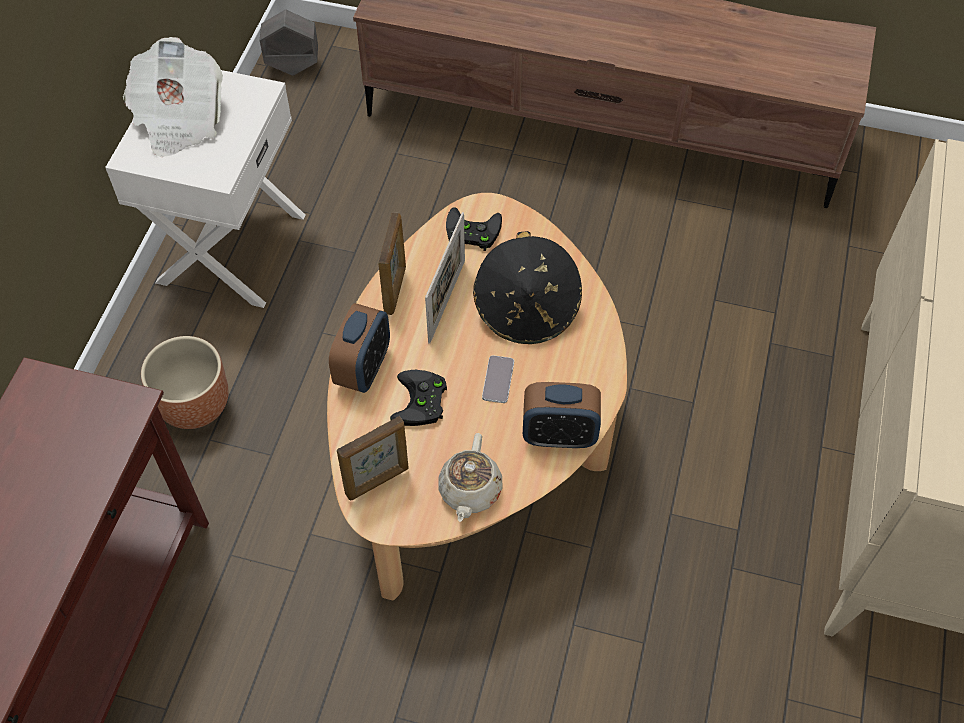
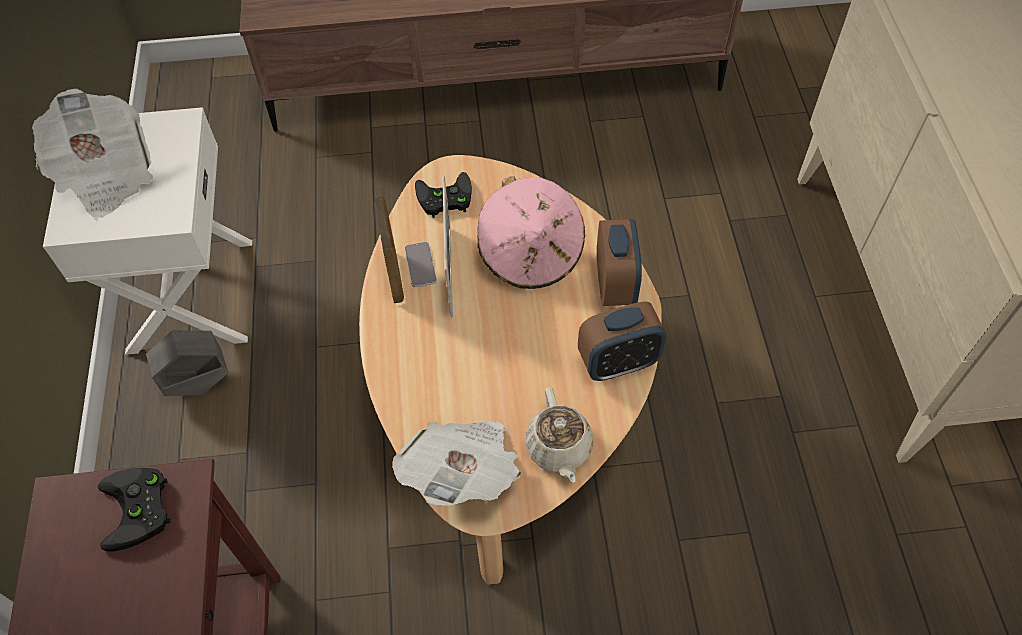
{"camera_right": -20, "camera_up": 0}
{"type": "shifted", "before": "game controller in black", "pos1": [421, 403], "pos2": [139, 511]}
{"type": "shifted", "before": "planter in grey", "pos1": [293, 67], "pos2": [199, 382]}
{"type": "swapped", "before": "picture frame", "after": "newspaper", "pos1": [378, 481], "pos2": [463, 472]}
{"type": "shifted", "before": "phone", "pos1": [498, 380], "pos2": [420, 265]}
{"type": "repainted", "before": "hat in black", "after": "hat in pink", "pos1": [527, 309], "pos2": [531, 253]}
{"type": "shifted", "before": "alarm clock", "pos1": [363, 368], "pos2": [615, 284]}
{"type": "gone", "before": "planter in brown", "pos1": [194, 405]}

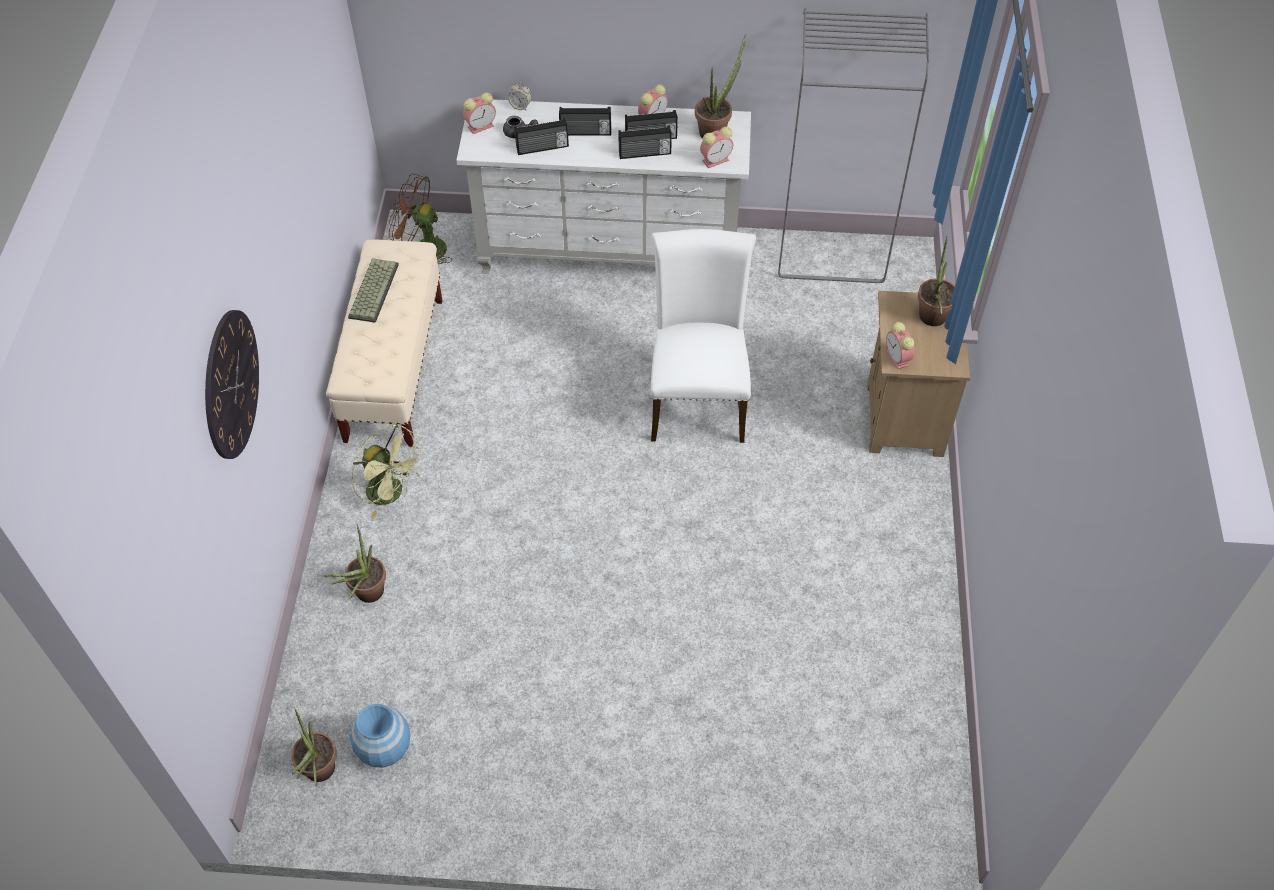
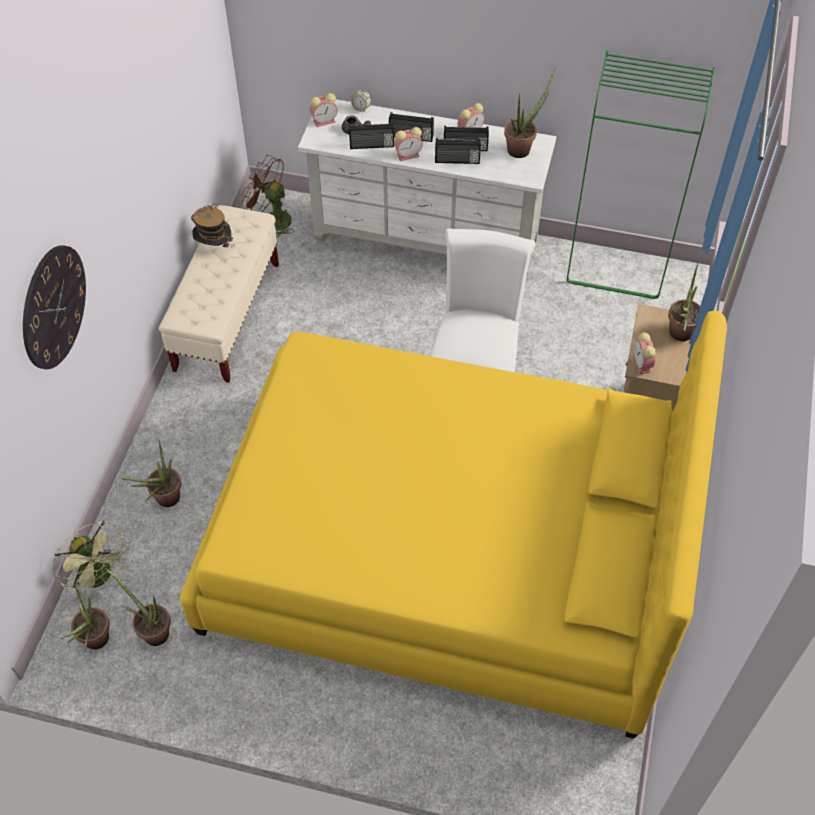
{"camera_right": 10, "camera_up": 0}
{"type": "shifted", "before": "fan in green", "pos1": [392, 494], "pos2": [100, 577]}
{"type": "swapped", "before": "vase in blue", "after": "potted plant", "pos1": [384, 749], "pos2": [152, 631]}
{"type": "new", "after": "bed in yellow", "pos2": [446, 551]}
{"type": "swapped", "before": "keyboard", "after": "hat", "pos1": [372, 290], "pos2": [214, 247]}
{"type": "shifted", "before": "alarm clock", "pos1": [716, 160], "pos2": [409, 155]}
{"type": "repainted", "before": "clothes rack in grey", "after": "clothes rack in green", "pos1": [831, 258], "pos2": [616, 272]}

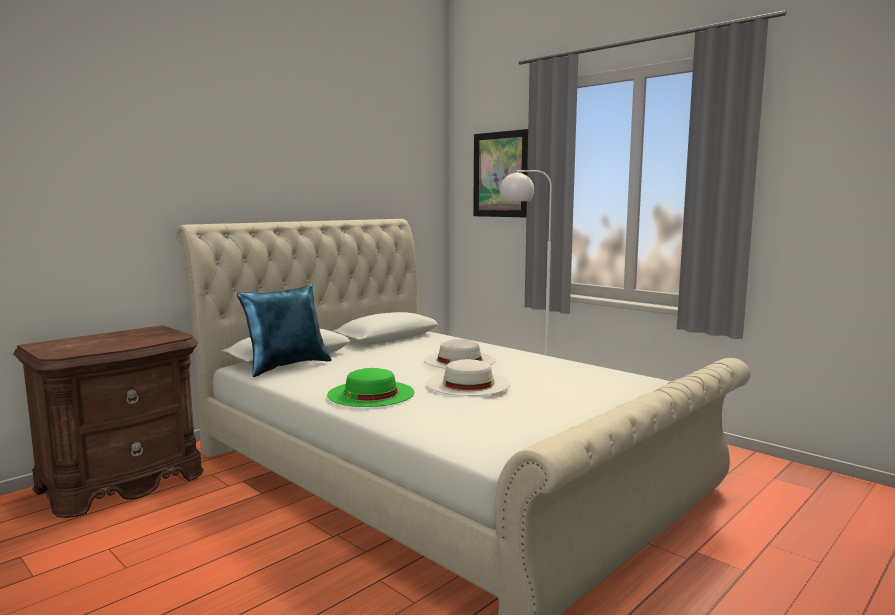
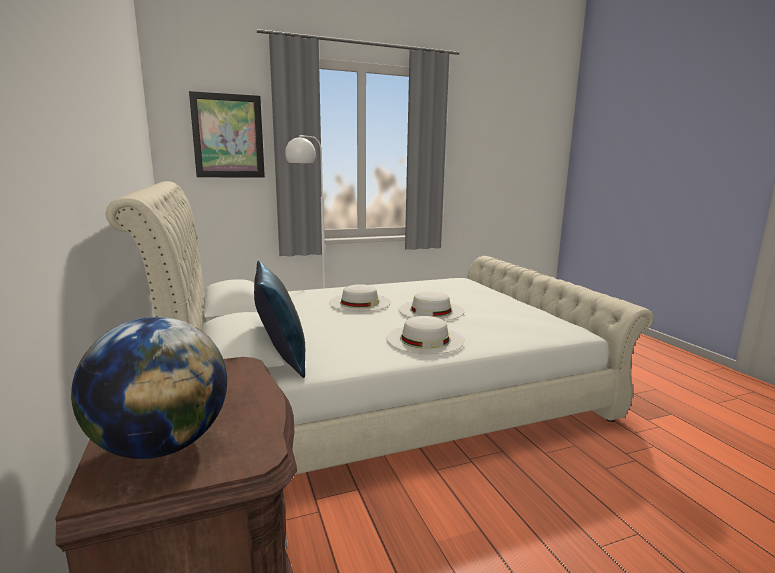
{"camera_right": -65, "camera_up": 5}
{"type": "new", "after": "globe", "pos2": [161, 446]}
{"type": "repainted", "before": "hat in green", "after": "hat in white", "pos1": [371, 393], "pos2": [425, 339]}

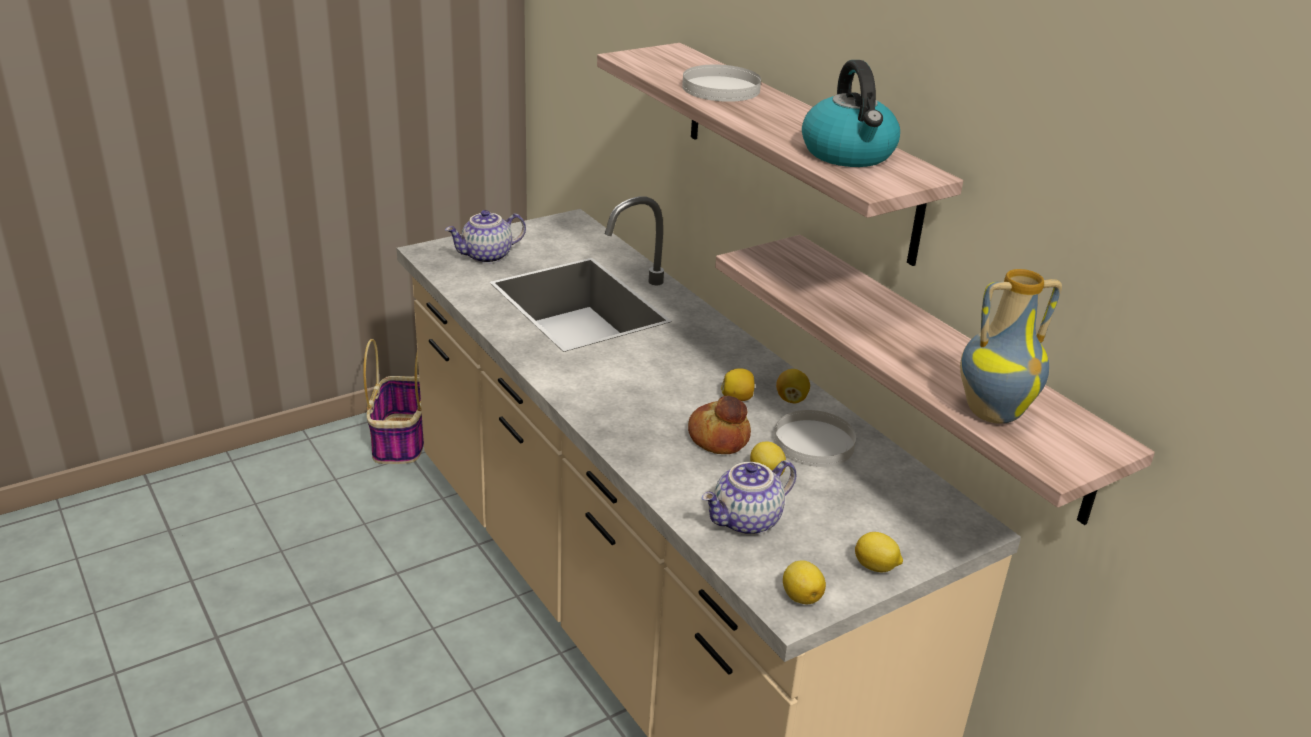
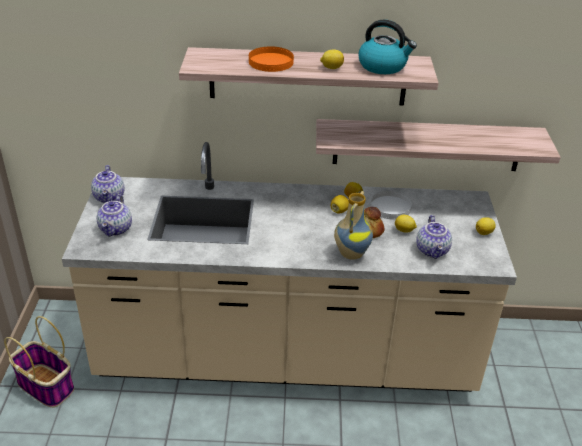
{"camera_right": -55, "camera_up": 5}
{"type": "new", "after": "teapot", "pos2": [110, 198]}
{"type": "repainted", "before": "plate in white", "after": "plate in orange", "pos1": [721, 88], "pos2": [271, 62]}
{"type": "shifted", "before": "lemon", "pos1": [801, 596], "pos2": [331, 68]}
{"type": "shifted", "before": "vase", "pos1": [992, 411], "pos2": [350, 253]}

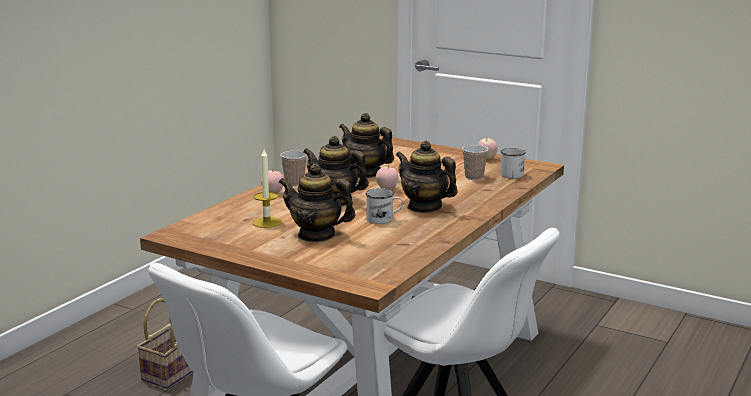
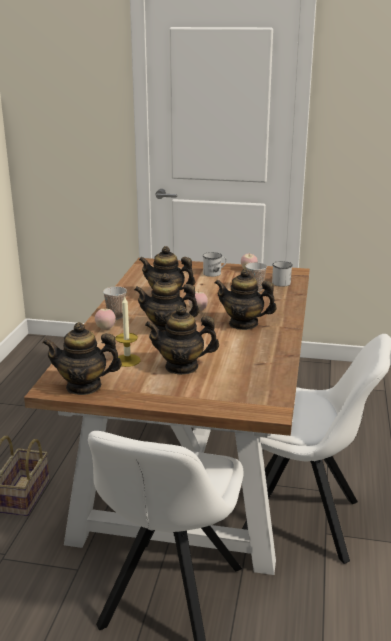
{"camera_right": -20, "camera_up": 5}
{"type": "new", "after": "teapot", "pos2": [84, 386]}
{"type": "shifted", "before": "mug in white", "pos1": [384, 219], "pos2": [214, 273]}

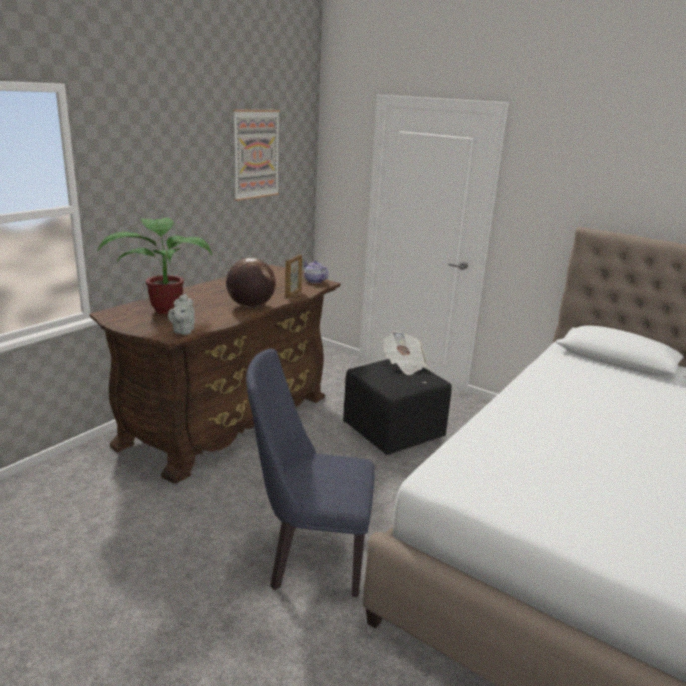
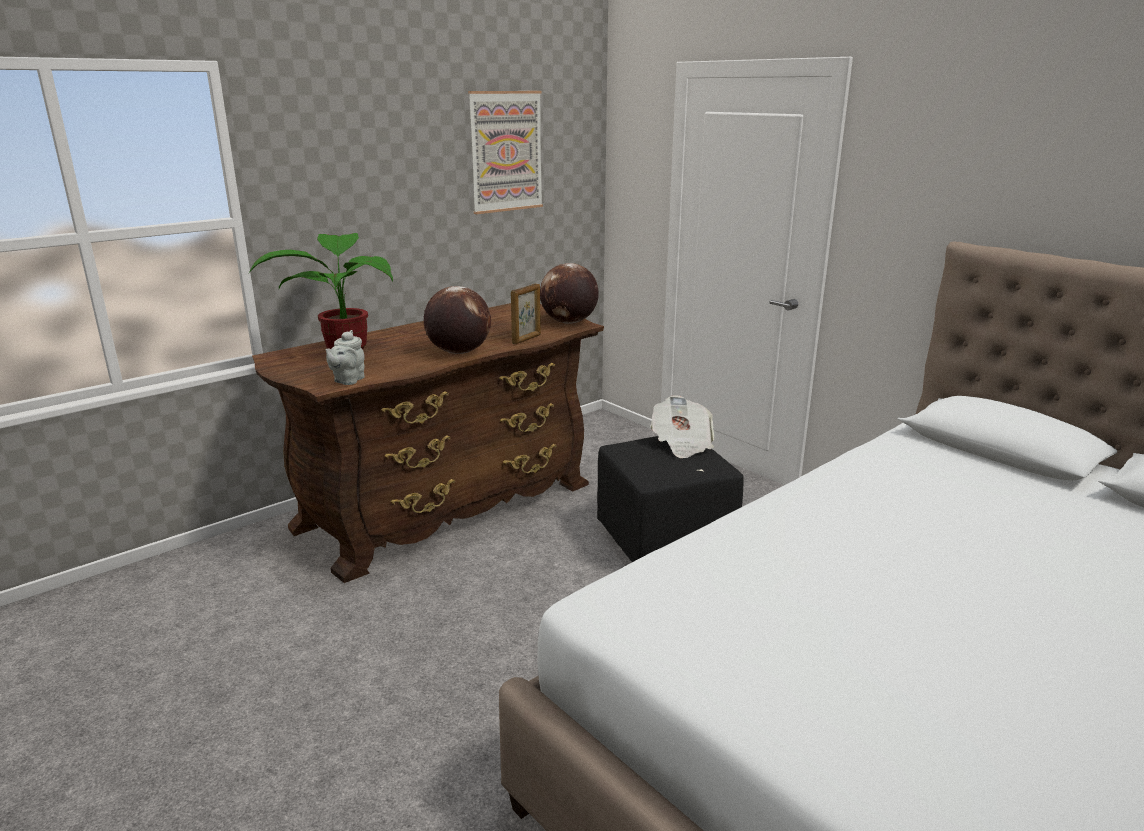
{"camera_right": 15, "camera_up": 0}
{"type": "swapped", "before": "teapot", "after": "globe", "pos1": [314, 281], "pos2": [568, 322]}
{"type": "gone", "before": "chair in blue", "pos1": [309, 559]}

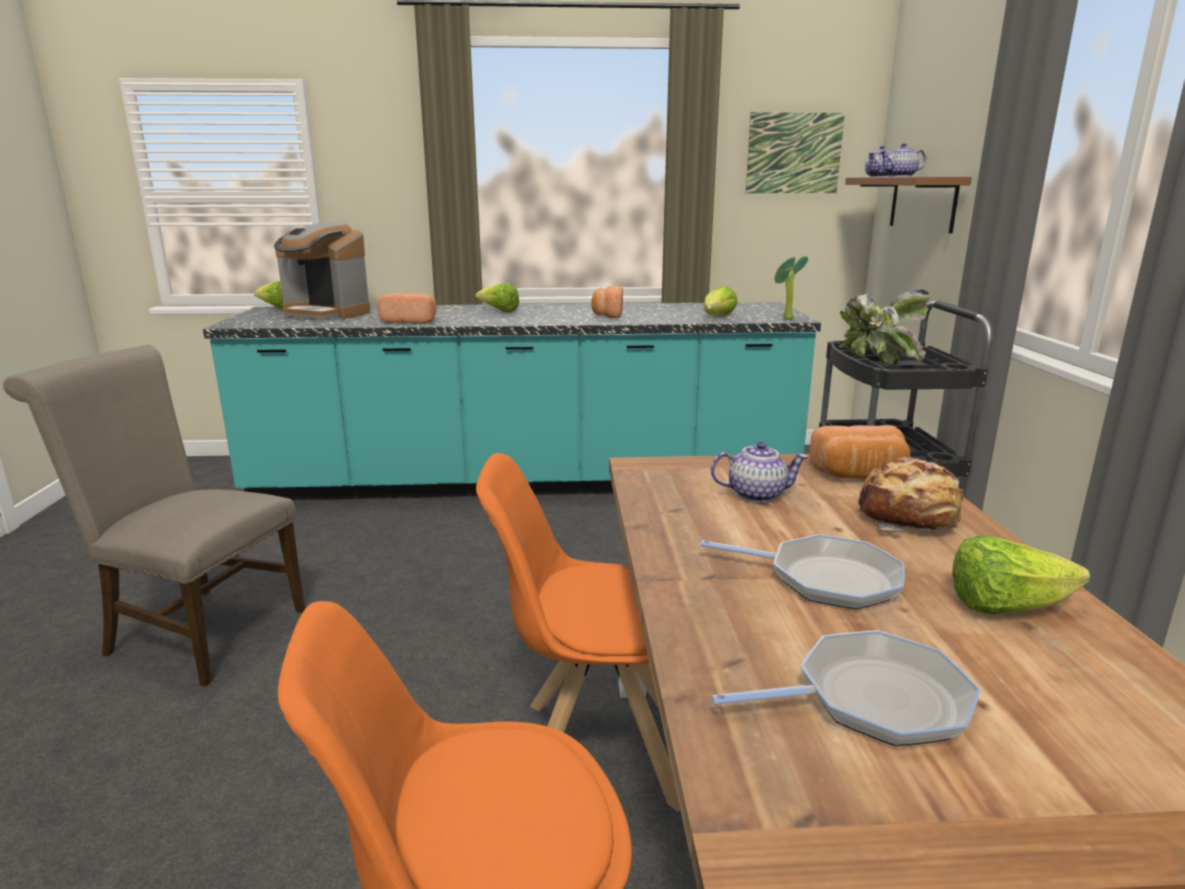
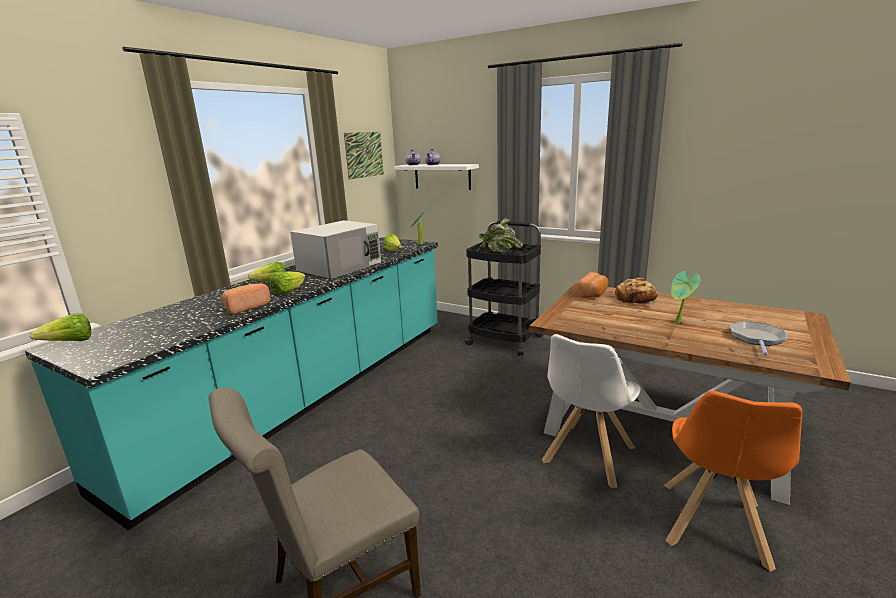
{"camera_right": -55, "camera_up": 0}
{"type": "shifted", "before": "lettuce", "pos1": [1005, 607], "pos2": [288, 291]}
{"type": "swapped", "before": "bread", "after": "microwave in white", "pos1": [607, 315], "pos2": [340, 266]}
{"type": "repainted", "before": "shelf in brown", "after": "shelf in white", "pos1": [922, 203], "pos2": [442, 176]}
{"type": "repainted", "before": "chair in orange", "after": "chair in white", "pos1": [591, 752], "pos2": [587, 457]}
{"type": "swapped", "before": "frying pan", "after": "potted plant", "pos1": [826, 579], "pos2": [679, 323]}
{"type": "gone", "before": "coffee machine", "pos1": [326, 313]}
{"type": "gone", "before": "teapot", "pos1": [757, 494]}

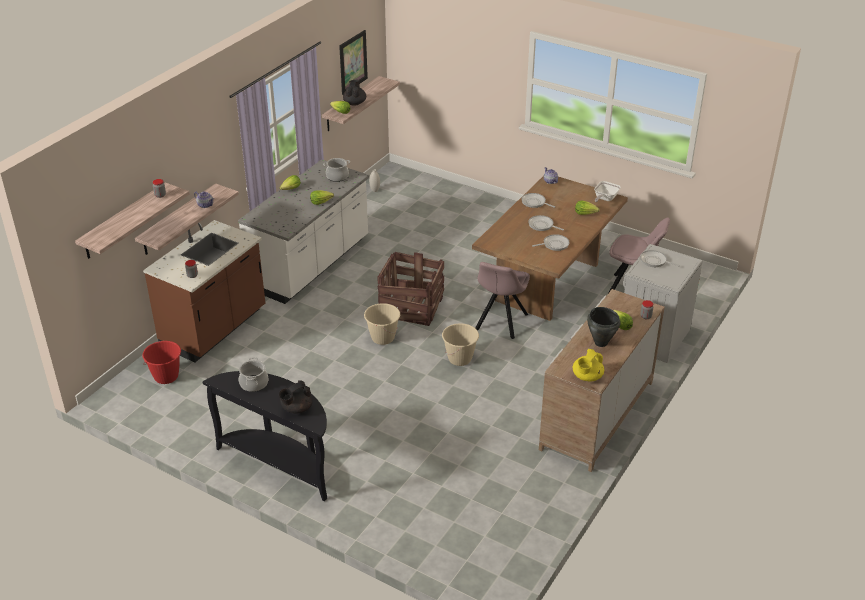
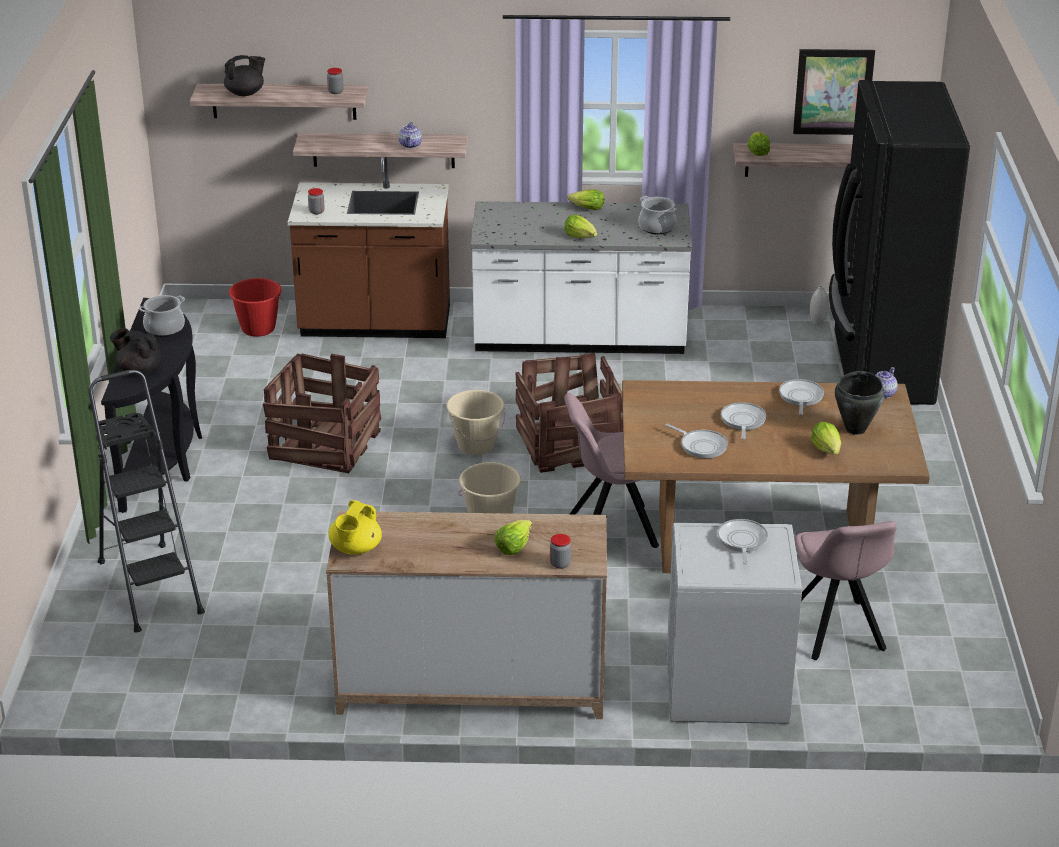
{"camera_right": 60, "camera_up": -5}
{"type": "new", "after": "step ladder", "pos2": [149, 585]}
{"type": "shifted", "before": "teapot in black", "pos1": [355, 103], "pos2": [245, 93]}
{"type": "new", "after": "crate", "pos2": [326, 443]}
{"type": "rotated", "before": "teapot in yellow", "pos1": [587, 377], "pos2": [355, 549], "turn": -75}
{"type": "new", "after": "fridge in black", "pos2": [876, 366]}
{"type": "shifted", "before": "cooking pot in black", "pos1": [601, 342], "pos2": [856, 429]}
{"type": "gone", "before": "frying pan", "pos1": [604, 199]}

